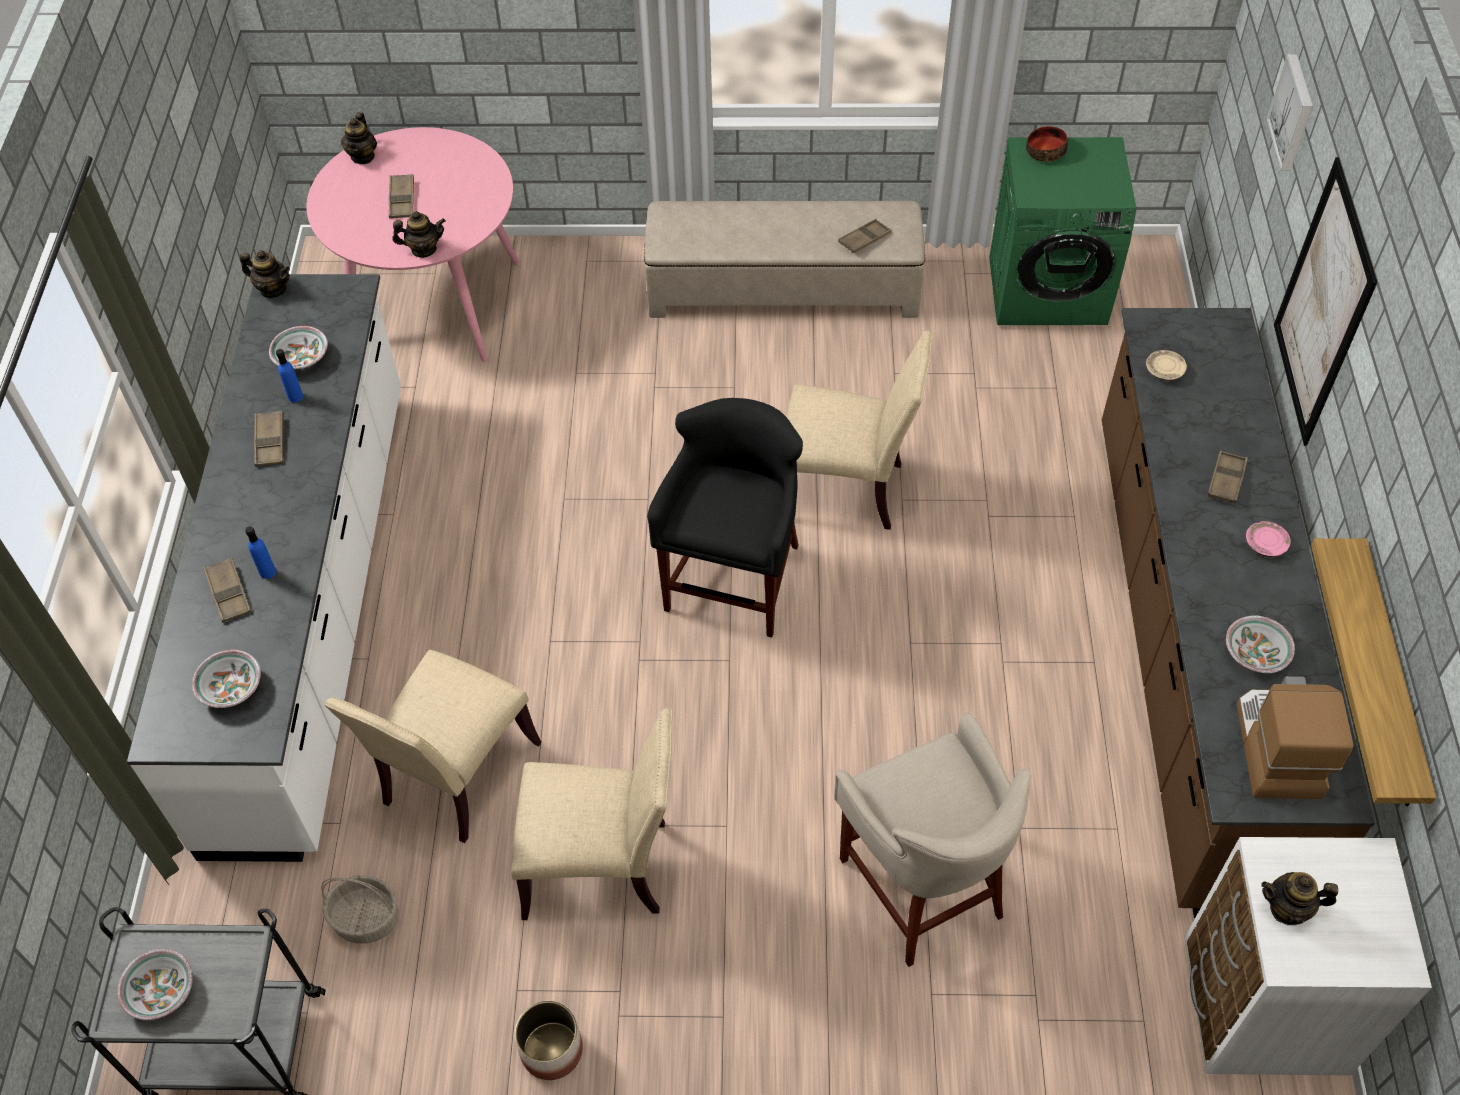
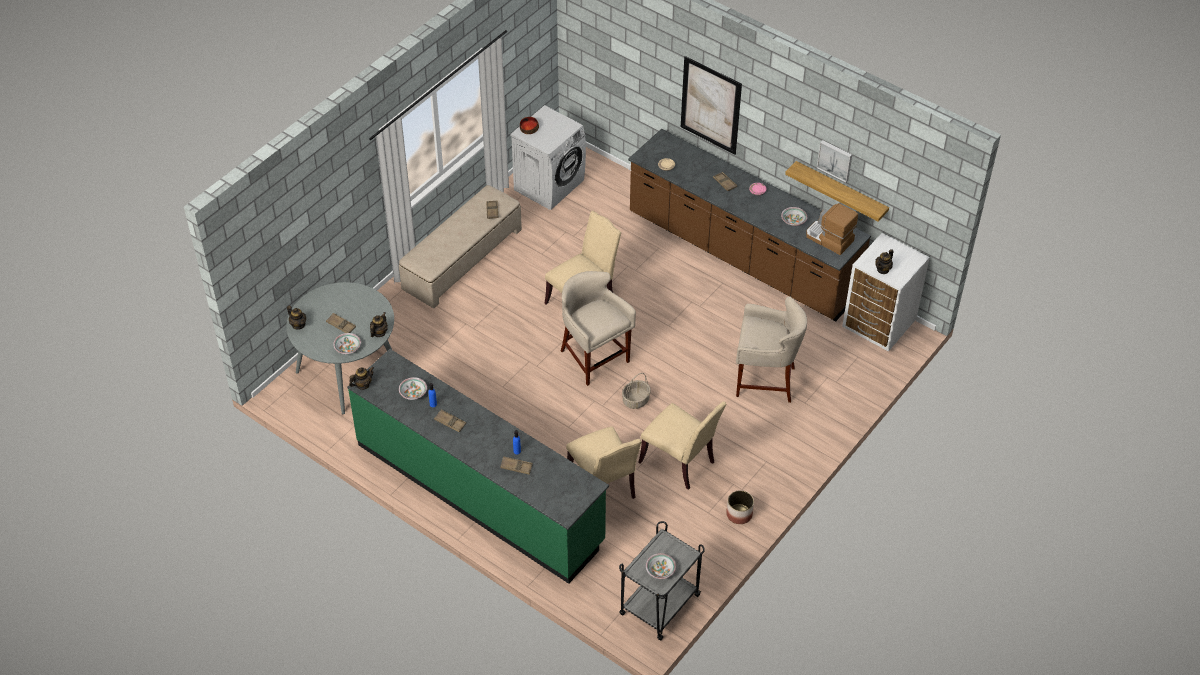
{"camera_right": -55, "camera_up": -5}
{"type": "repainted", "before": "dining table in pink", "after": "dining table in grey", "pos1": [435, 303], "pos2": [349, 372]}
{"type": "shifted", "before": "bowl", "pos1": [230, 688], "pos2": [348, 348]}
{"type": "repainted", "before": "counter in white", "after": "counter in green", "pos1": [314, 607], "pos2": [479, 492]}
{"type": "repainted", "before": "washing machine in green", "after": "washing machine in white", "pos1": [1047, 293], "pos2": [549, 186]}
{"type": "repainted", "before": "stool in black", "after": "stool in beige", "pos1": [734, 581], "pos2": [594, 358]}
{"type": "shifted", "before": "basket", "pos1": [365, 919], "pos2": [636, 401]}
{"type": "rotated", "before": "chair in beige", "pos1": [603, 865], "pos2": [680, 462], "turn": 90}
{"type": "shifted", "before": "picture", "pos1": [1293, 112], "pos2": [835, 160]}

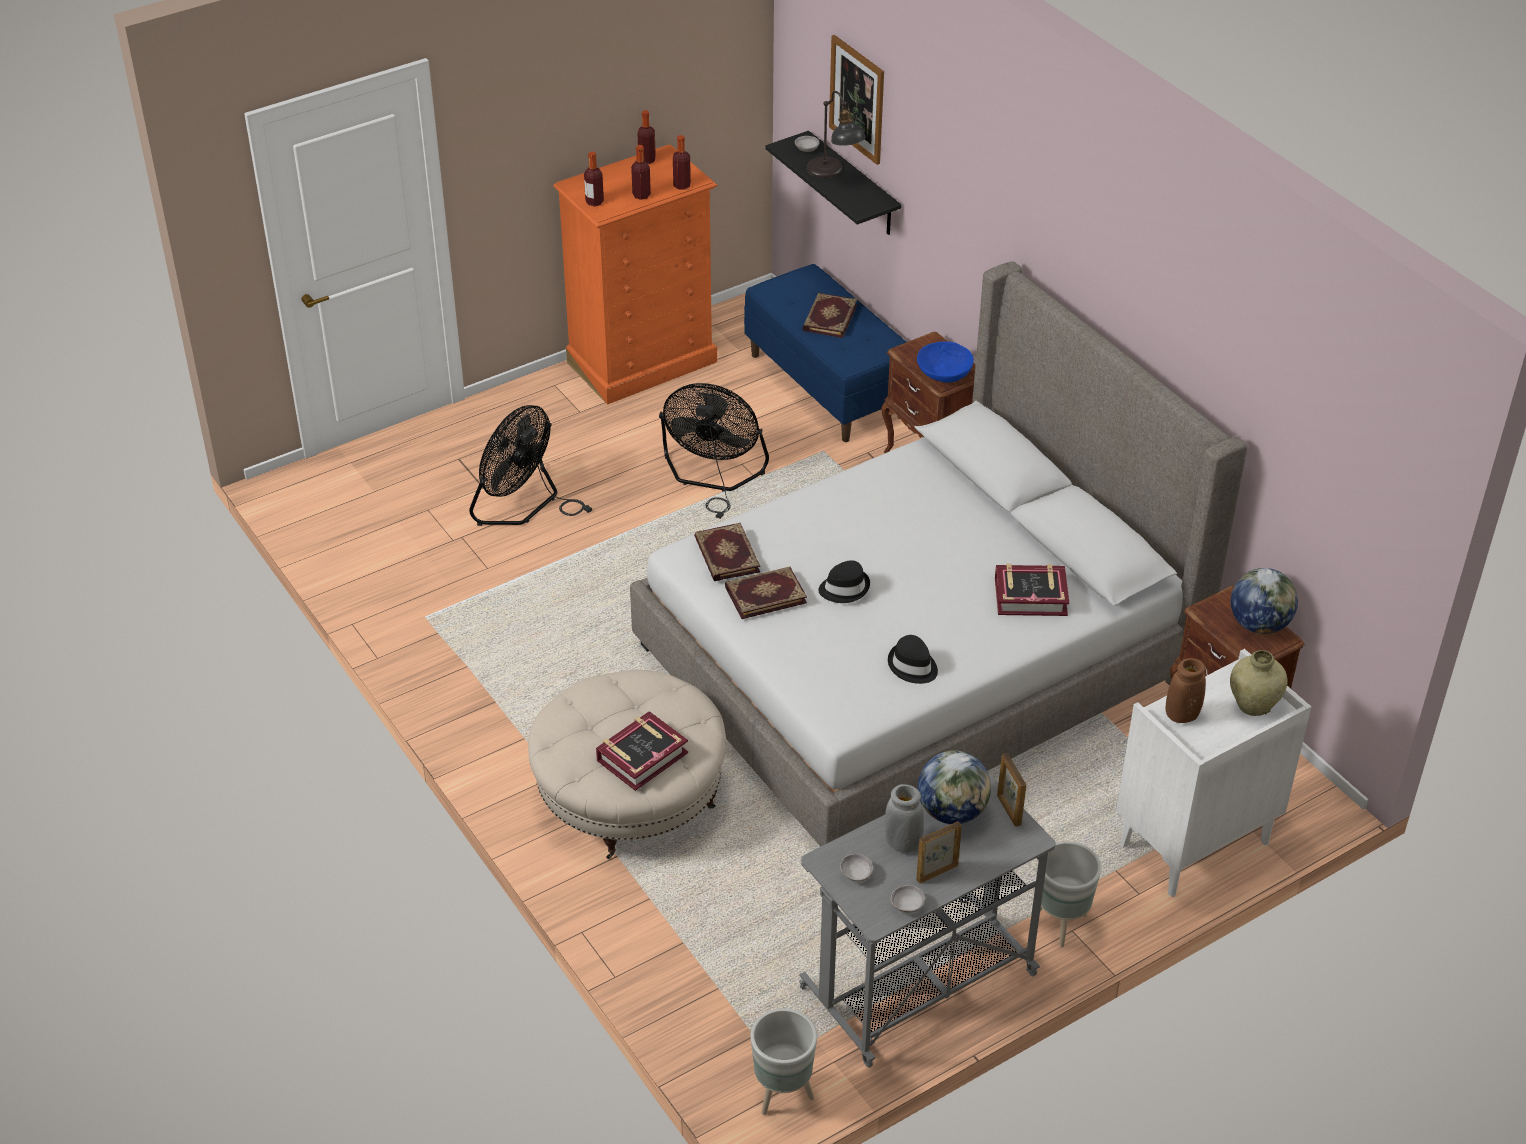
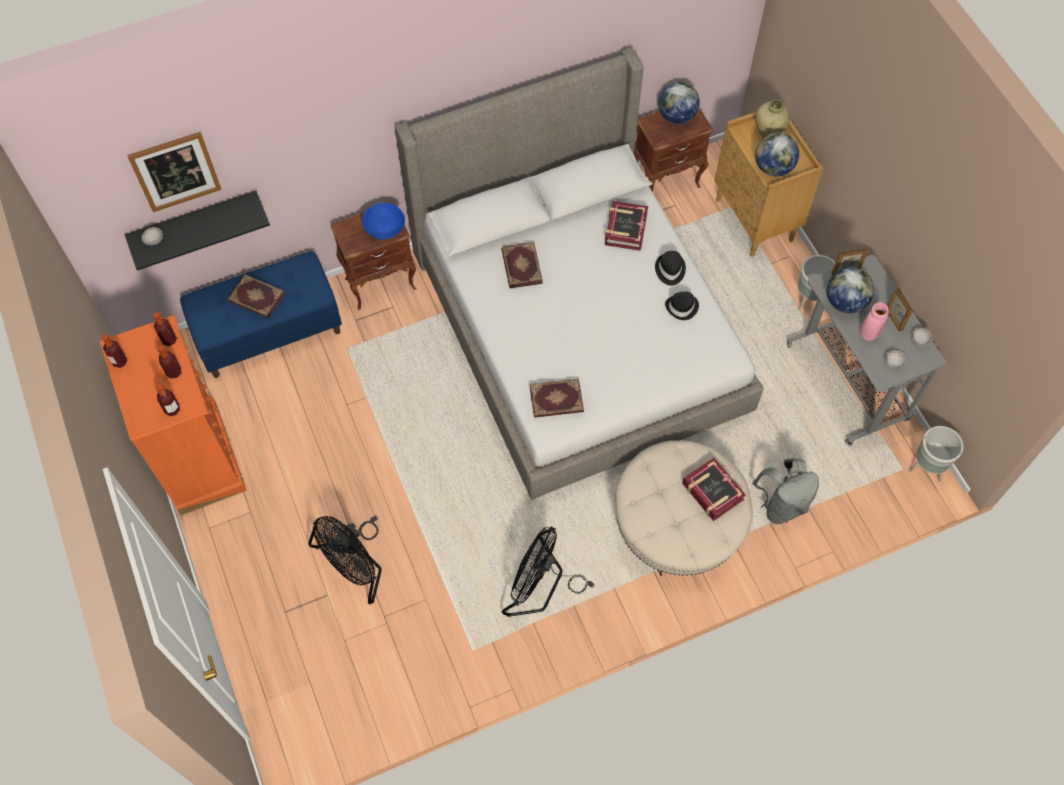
{"camera_right": -80, "camera_up": 20}
{"type": "shifted", "before": "book", "pos1": [765, 594], "pos2": [521, 266]}
{"type": "shifted", "before": "fan in black", "pos1": [712, 478], "pos2": [543, 583]}
{"type": "shifted", "before": "hat in black", "pos1": [844, 588], "pos2": [670, 270]}
{"type": "repainted", "before": "cabinet in white", "after": "cabinet in brown", "pos1": [1193, 844], "pos2": [754, 220]}
{"type": "new", "after": "backpack in grey", "pos2": [781, 504]}
{"type": "swapped", "before": "vase in brown", "after": "globe", "pos1": [1182, 715], "pos2": [773, 168]}
{"type": "repainted", "before": "vase in grey", "after": "vase in pink", "pos1": [902, 843], "pos2": [869, 333]}
{"type": "gone", "before": "table lamp in grey", "pos1": [835, 175]}

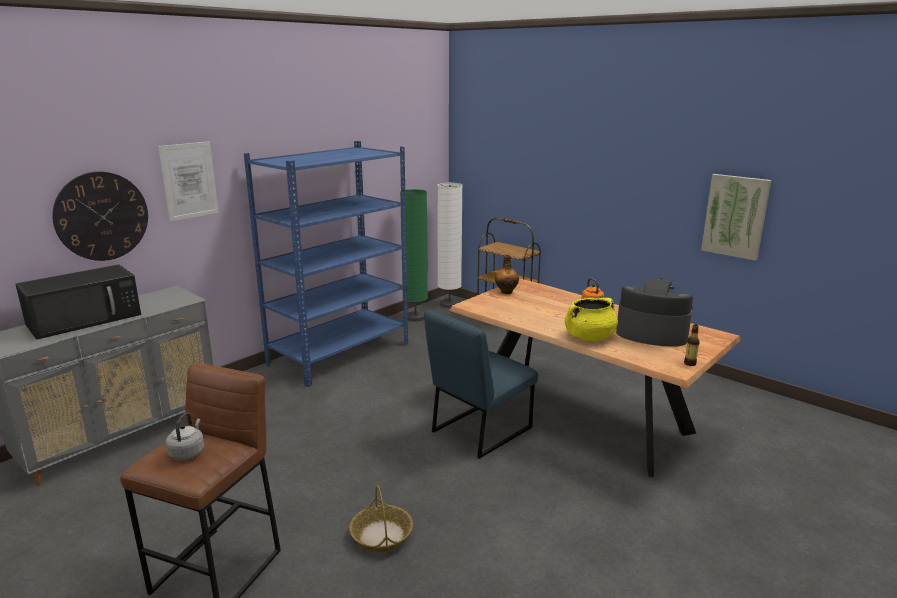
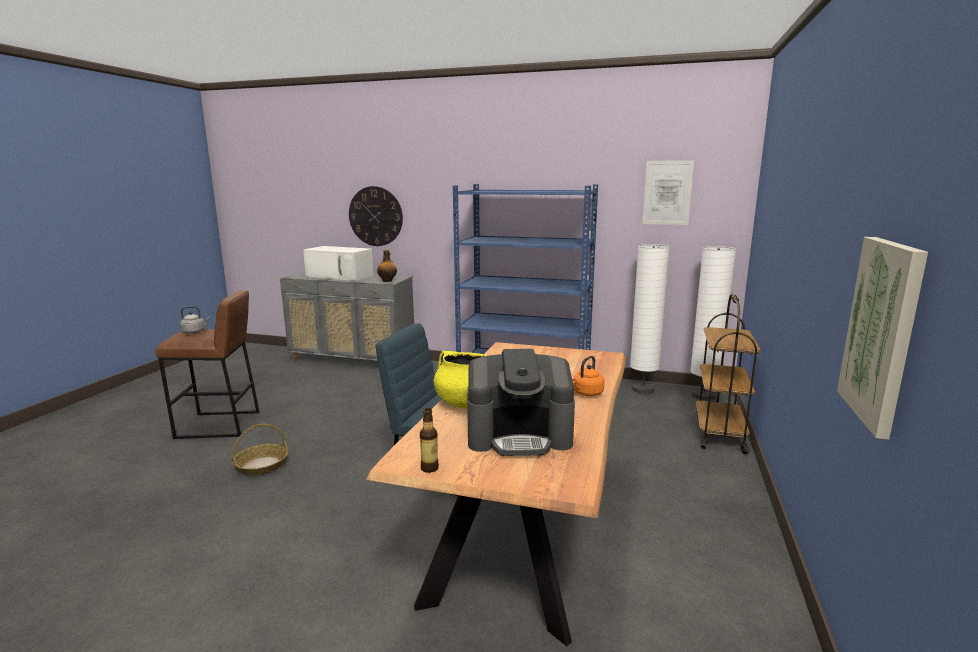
{"camera_right": 65, "camera_up": -5}
{"type": "repainted", "before": "microwave in black", "after": "microwave in white", "pos1": [86, 319], "pos2": [340, 276]}
{"type": "shifted", "before": "bottle", "pos1": [506, 292], "pos2": [387, 281]}
{"type": "rotated", "before": "coffee machine", "pos1": [651, 333], "pos2": [519, 435], "turn": 90}
{"type": "repainted", "before": "floor lamp in green", "after": "floor lamp in white", "pos1": [415, 318], "pos2": [642, 389]}
{"type": "shifted", "before": "picture", "pos1": [189, 180], "pos2": [667, 192]}

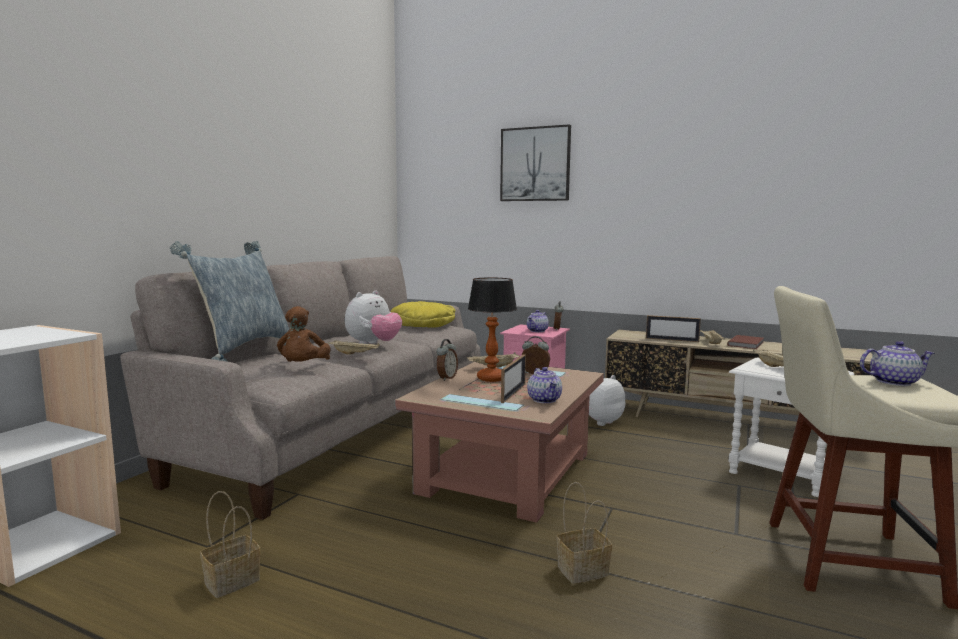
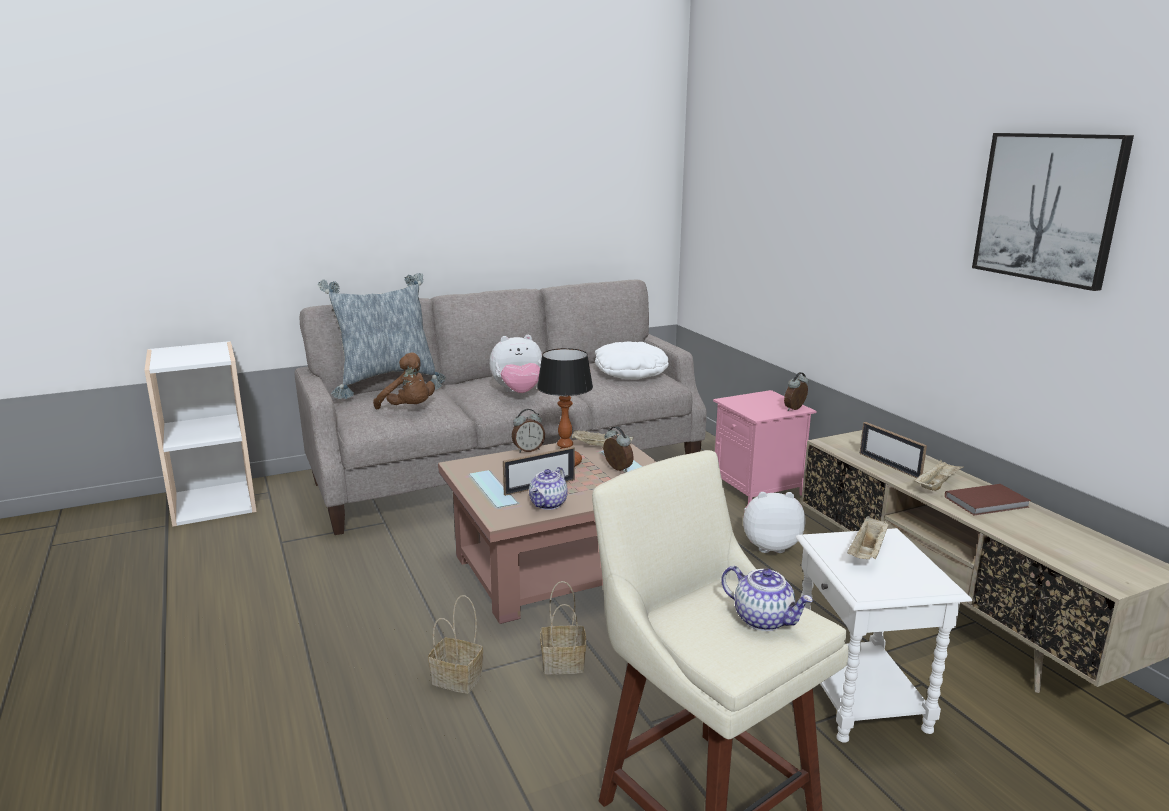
{"camera_right": 40, "camera_up": 10}
{"type": "rotated", "before": "plush toy in brown", "pos1": [303, 367], "pos2": [408, 409], "turn": -90}
{"type": "shifted", "before": "basket", "pos1": [233, 580], "pos2": [564, 663]}
{"type": "repainted", "before": "pillow in yellow", "after": "pillow in white", "pos1": [424, 324], "pos2": [631, 372]}
{"type": "shifted", "before": "picture", "pos1": [535, 164], "pos2": [1048, 208]}
{"type": "gone", "before": "tray in beige", "pos1": [355, 354]}
{"type": "gone", "before": "teapot", "pos1": [537, 331]}

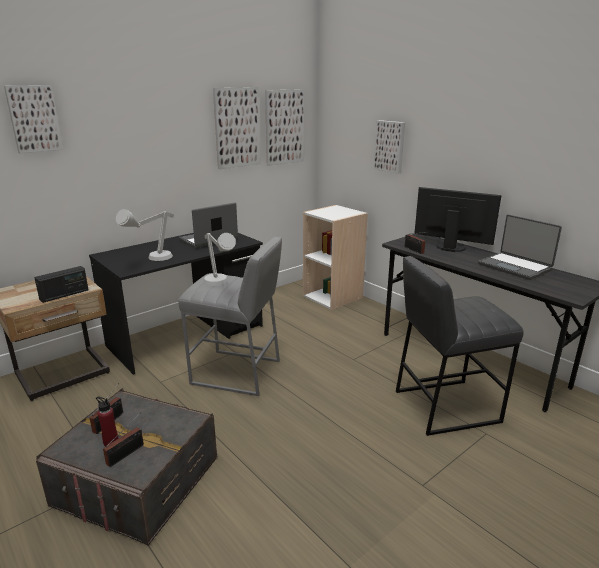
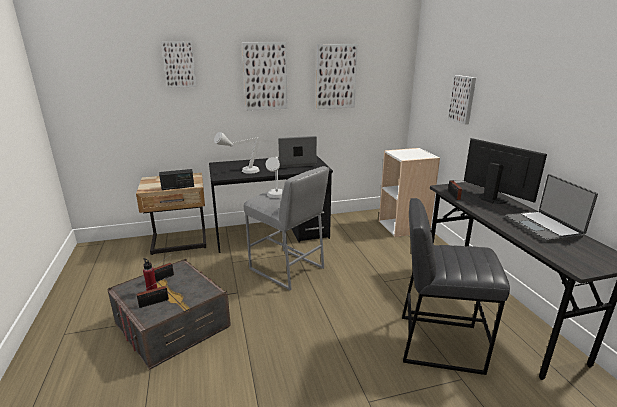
{"camera_right": 25, "camera_up": 0}
{"type": "shifted", "before": "picture", "pos1": [284, 127], "pos2": [265, 76]}

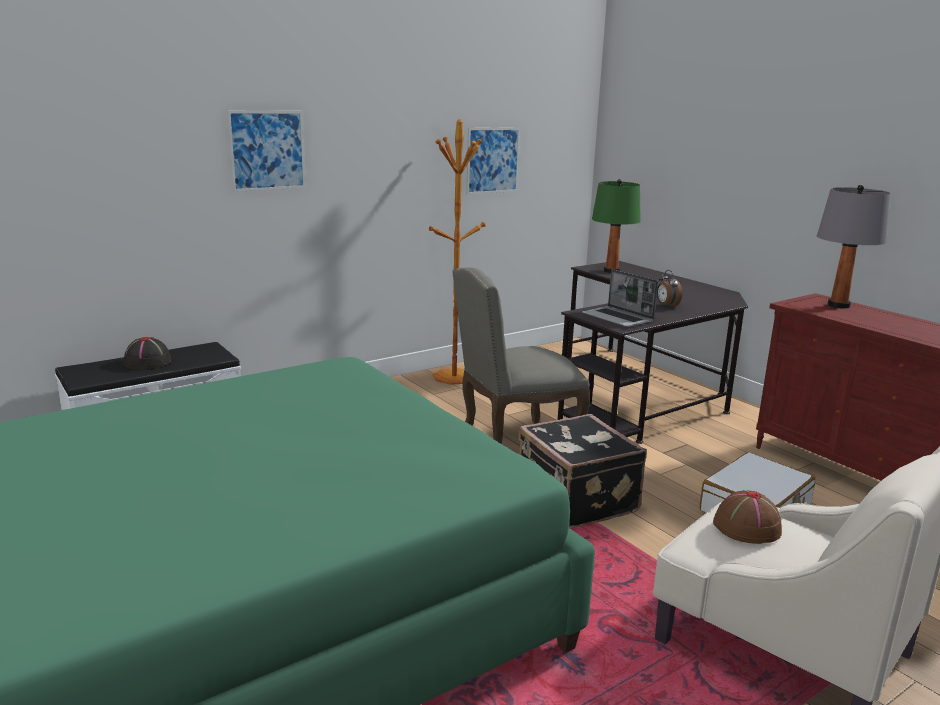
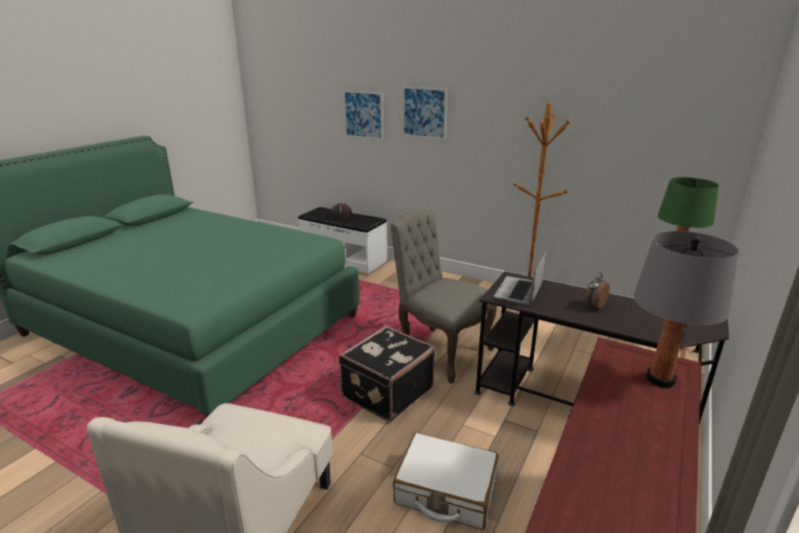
{"camera_right": 65, "camera_up": 5}
{"type": "shifted", "before": "picture", "pos1": [493, 160], "pos2": [363, 115]}
{"type": "gone", "before": "hat in brown", "pos1": [746, 527]}

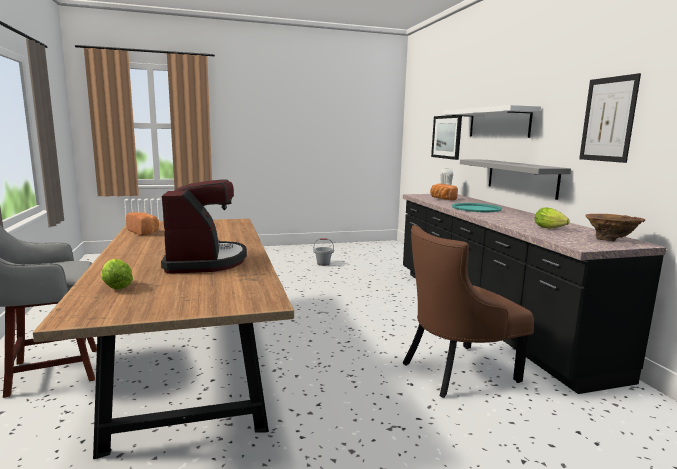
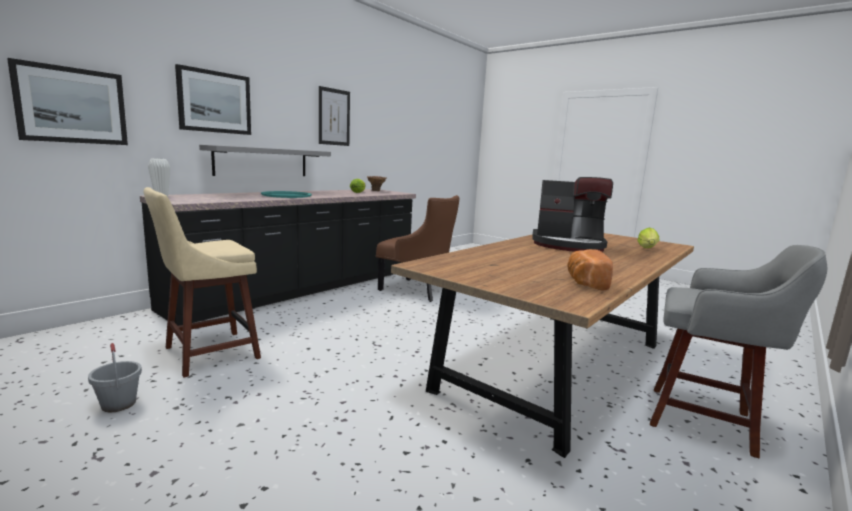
{"camera_right": -125, "camera_up": 0}
{"type": "new", "after": "chair in beige", "pos2": [206, 353]}
{"type": "swapped", "before": "shelf in white", "after": "picture", "pos1": [498, 123], "pos2": [215, 102]}
{"type": "rotated", "before": "coffee machine", "pos1": [205, 261], "pos2": [568, 245], "turn": -120}
{"type": "gone", "before": "bread", "pos1": [441, 199]}

